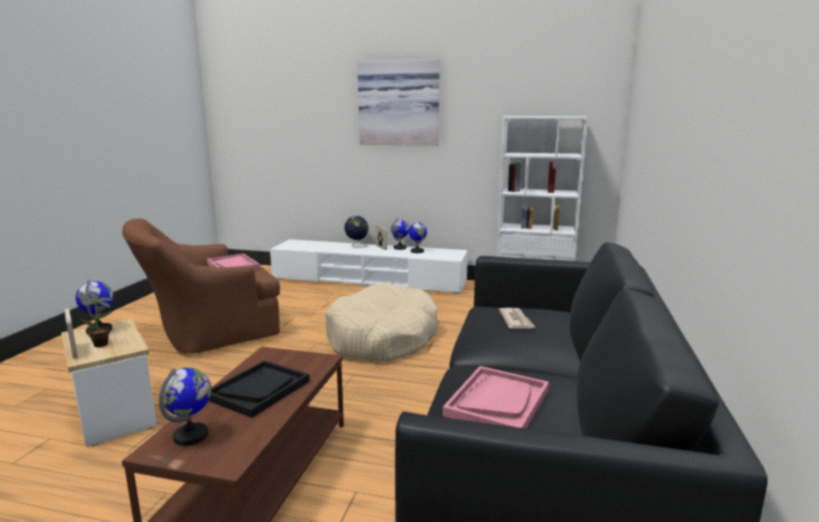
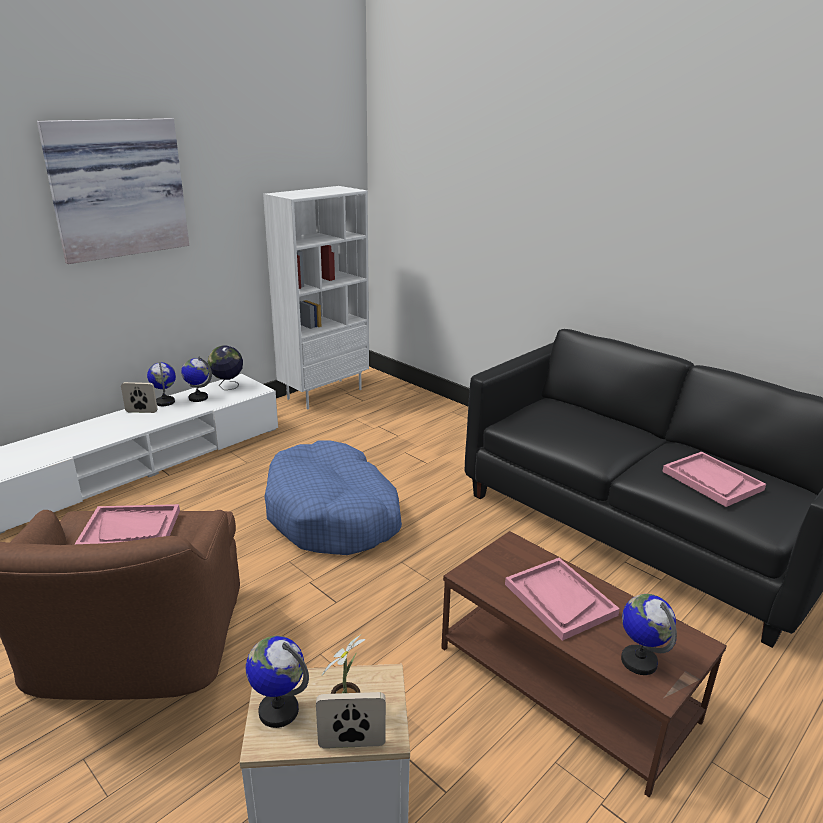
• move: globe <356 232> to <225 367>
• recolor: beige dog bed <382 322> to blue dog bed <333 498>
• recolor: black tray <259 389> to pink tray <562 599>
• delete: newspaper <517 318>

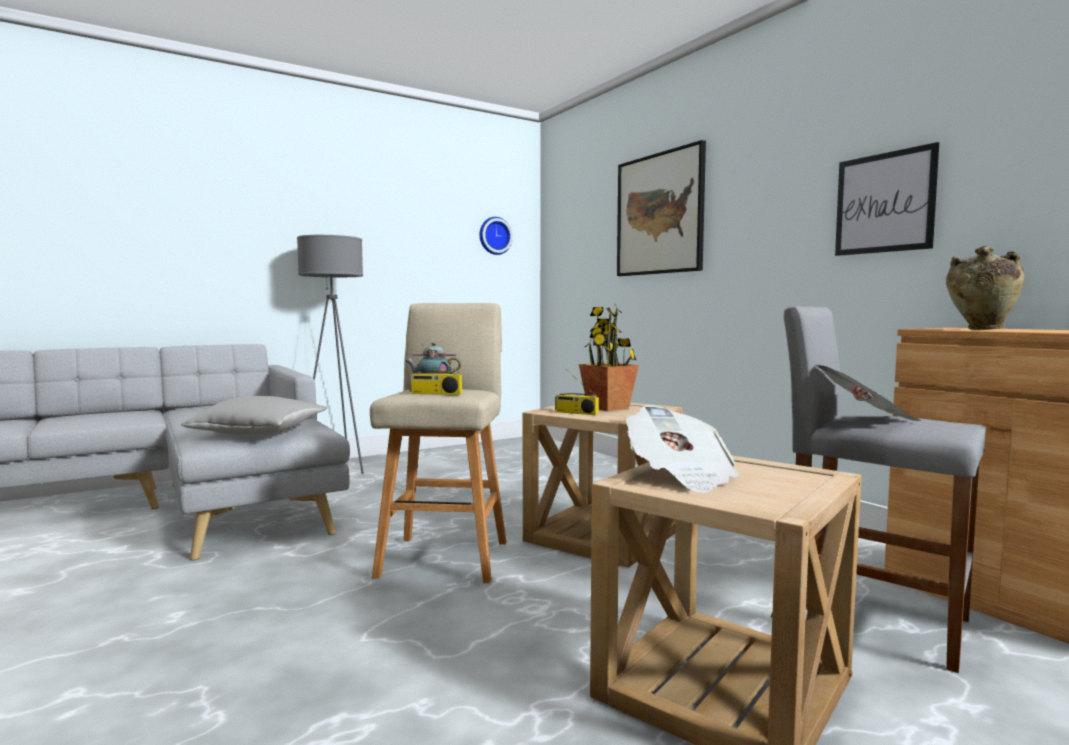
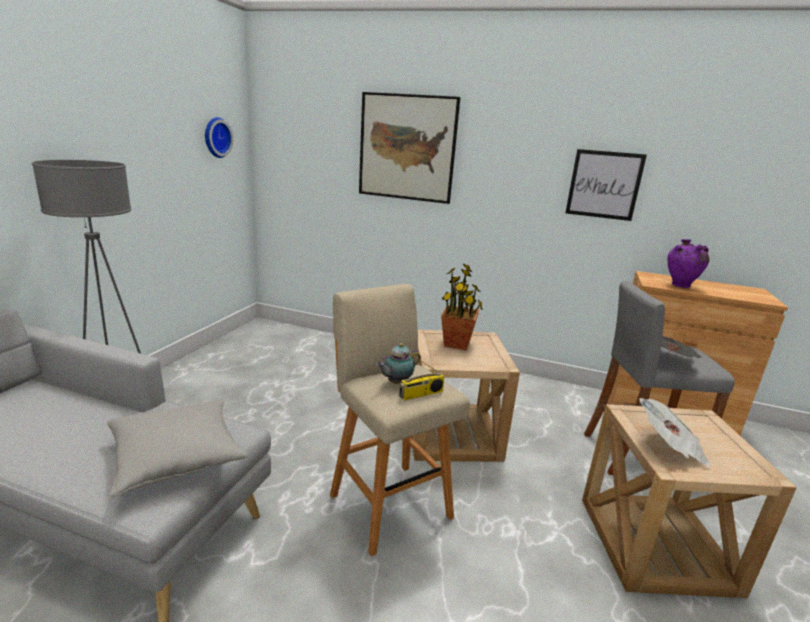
• recolor: beige vase <985 288> to purple vase <688 263>
• delete: radio <577 392>

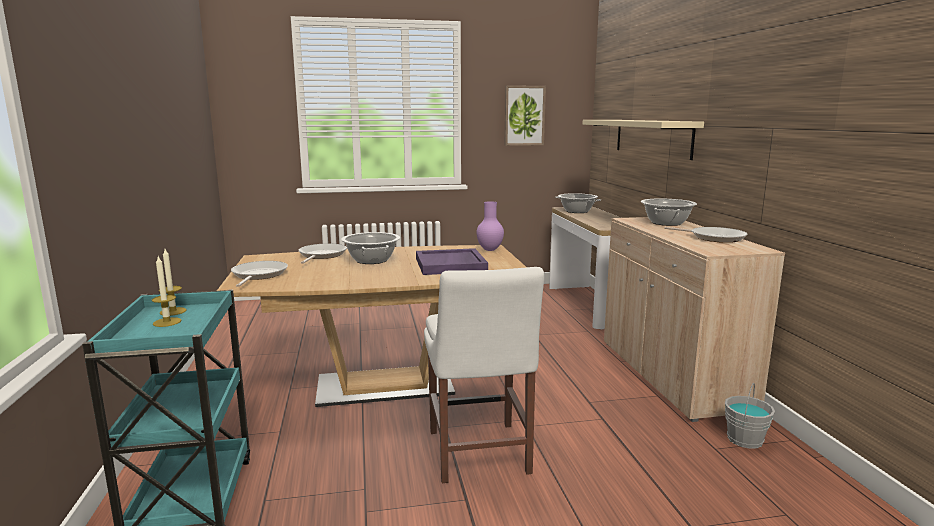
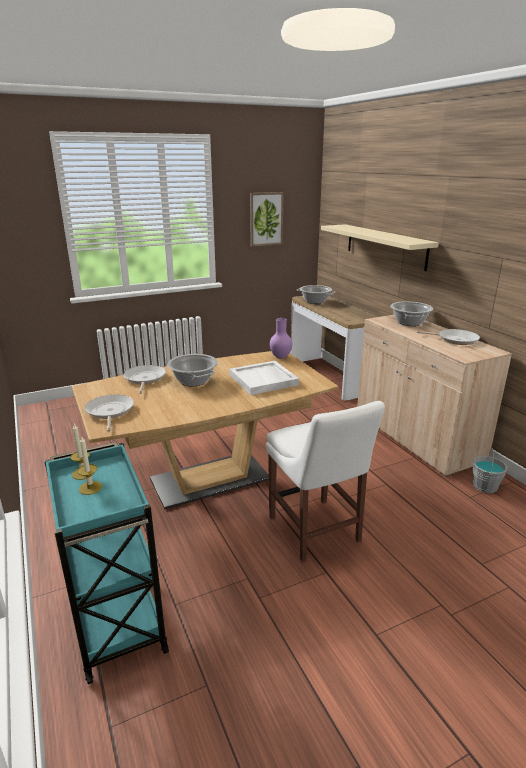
• recolor: purple tray <452 261> to white tray <264 378>

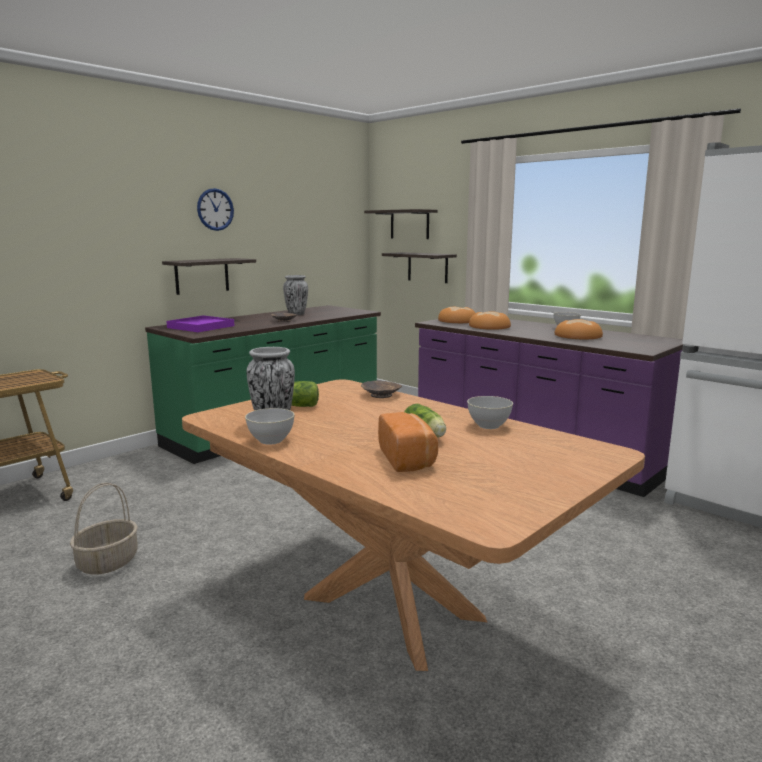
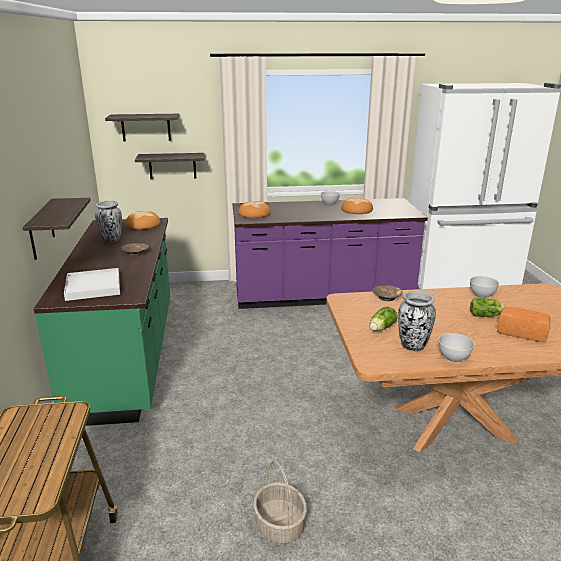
• recolor: purple tray <200 323> to white tray <92 284>
• move: bread <490 320> to <143 220>
• delete: wall clock <215 209>

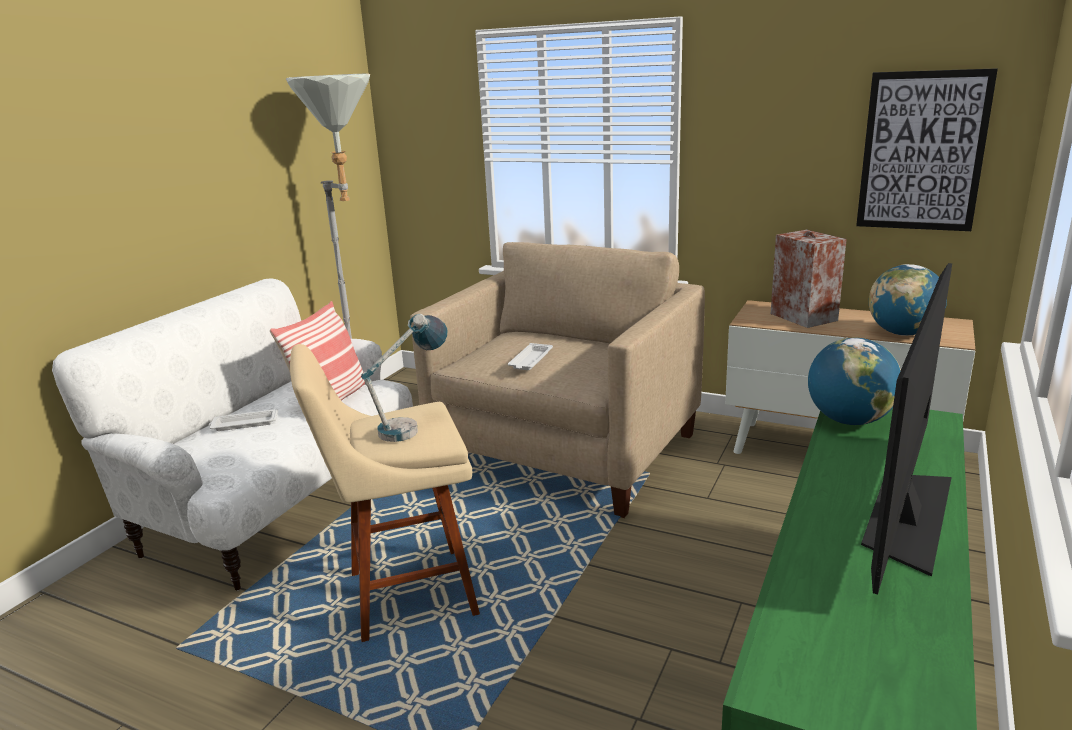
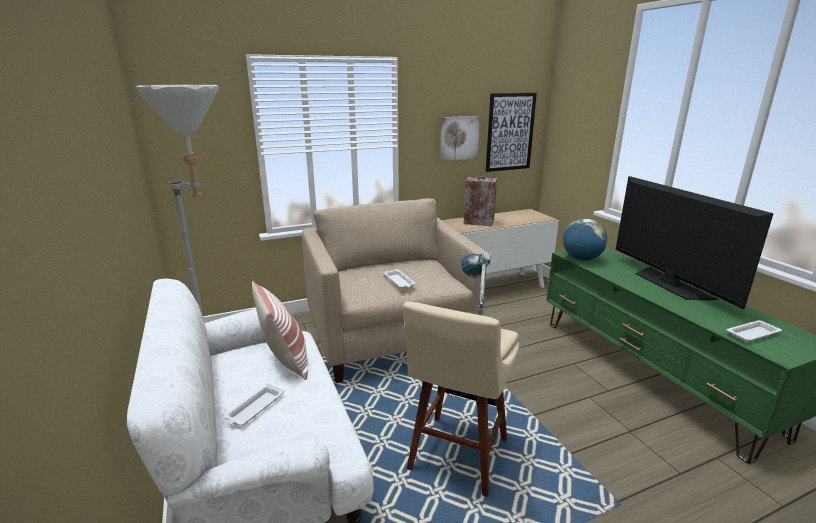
• insert: picture <460 138>
• insert: white tray <754 331>
• delete: globe <908 300>

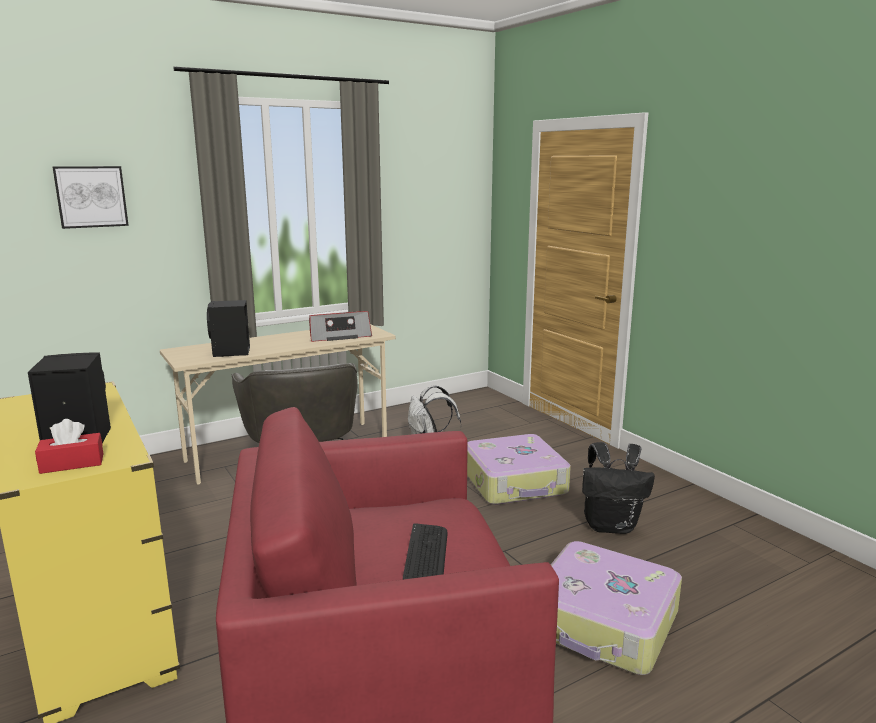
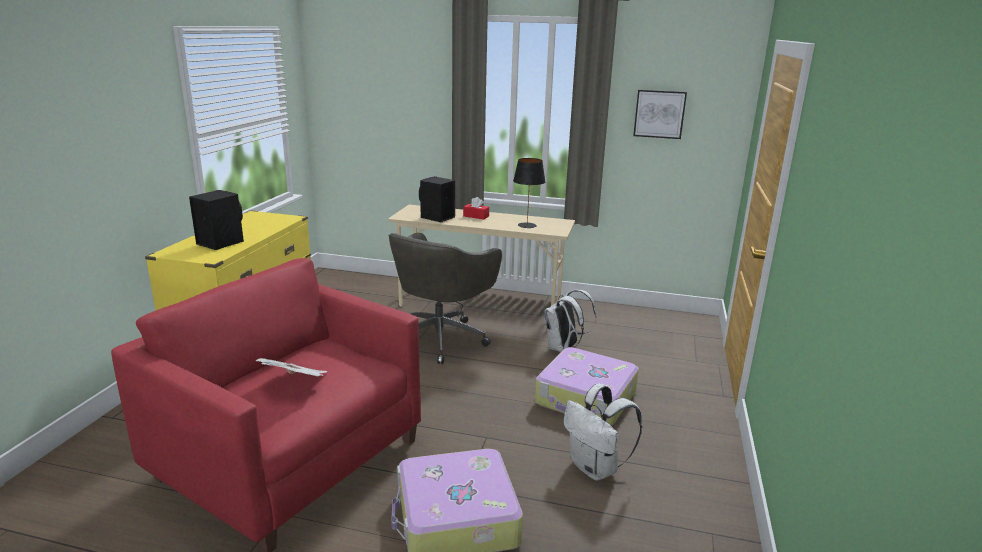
• replace: keyboard <425 551> to newspaper <292 367>
• move: red tissue box <69 446> to <476 208>
• replace: radio <340 326> to black table lamp <529 193>
• recolor: black backpack <618 488> to white backpack <603 432>
• move: picture <91 197> to <660 114>

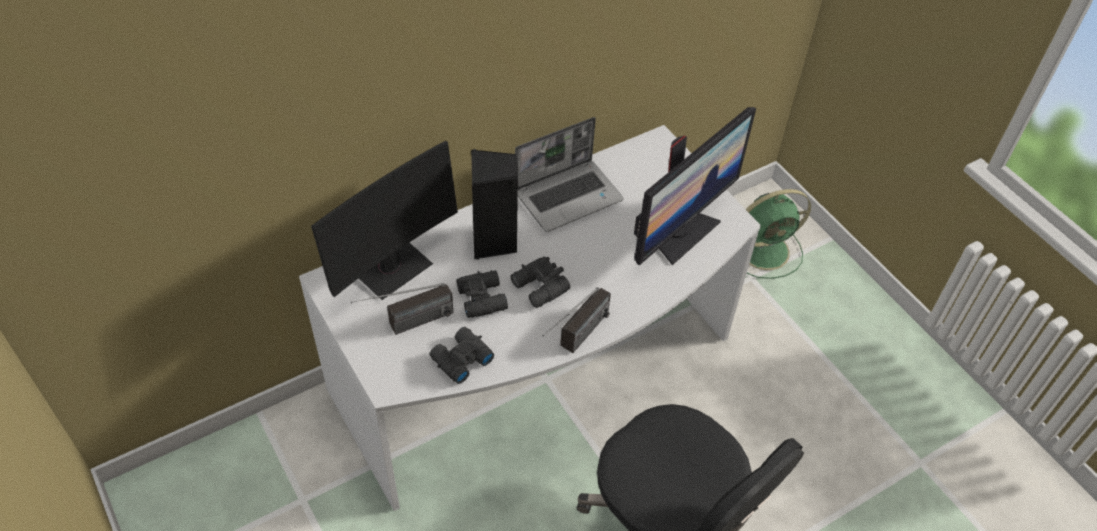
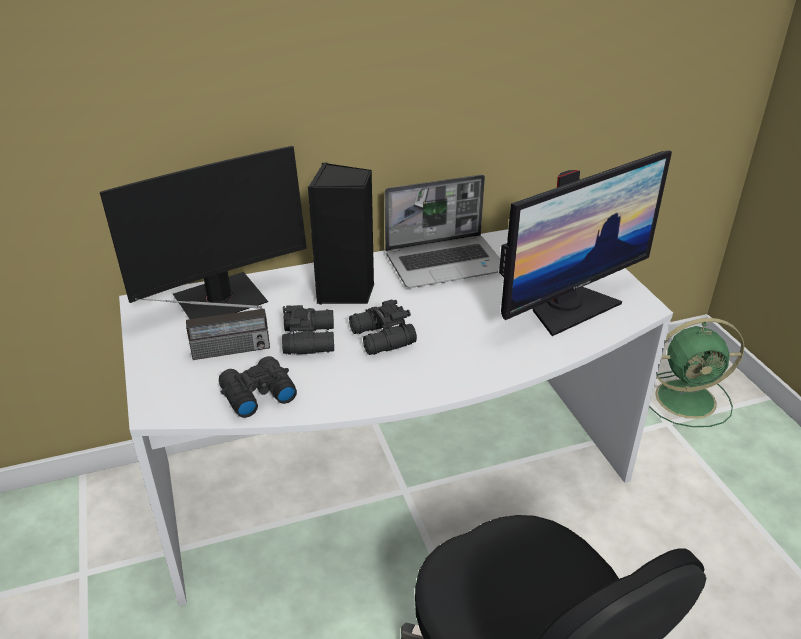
• delete: radio <576 320>

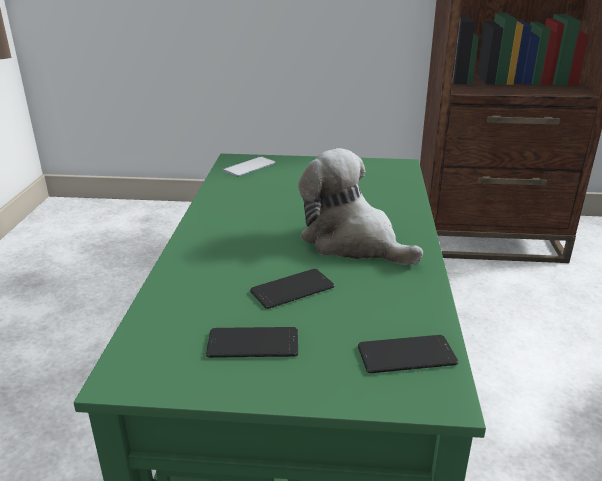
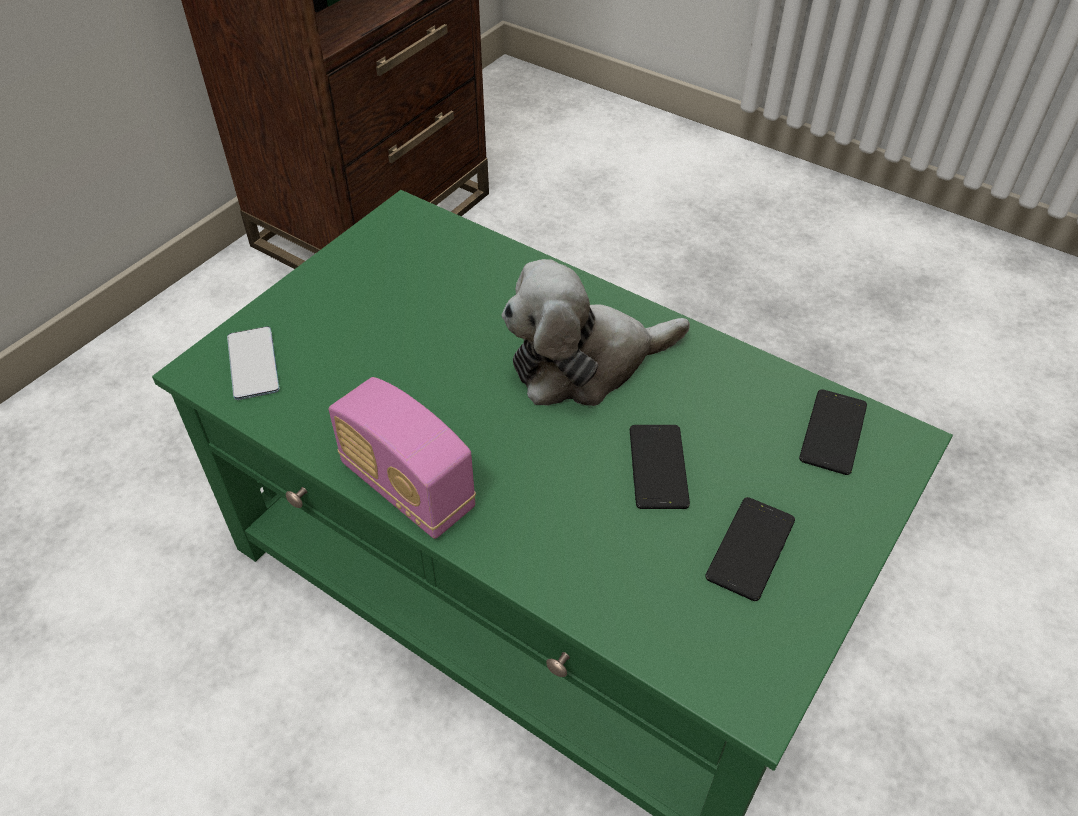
• insert: radio <402 458>

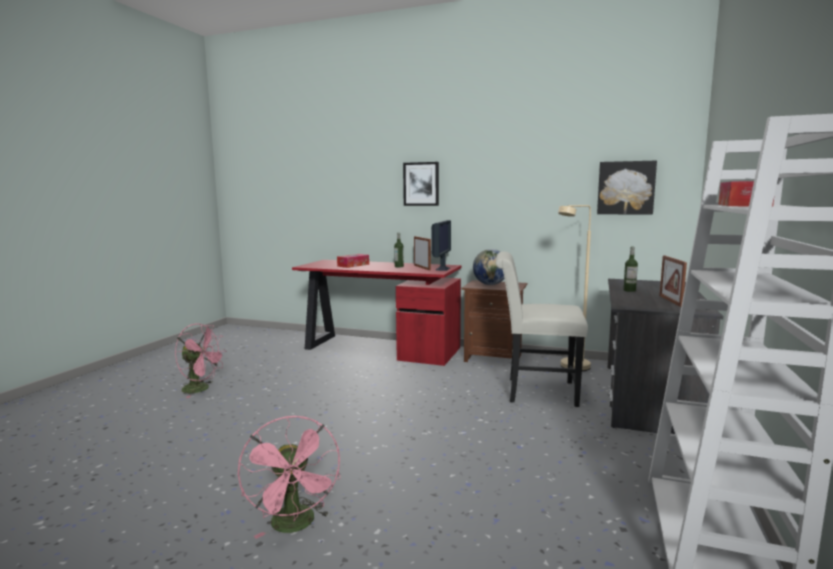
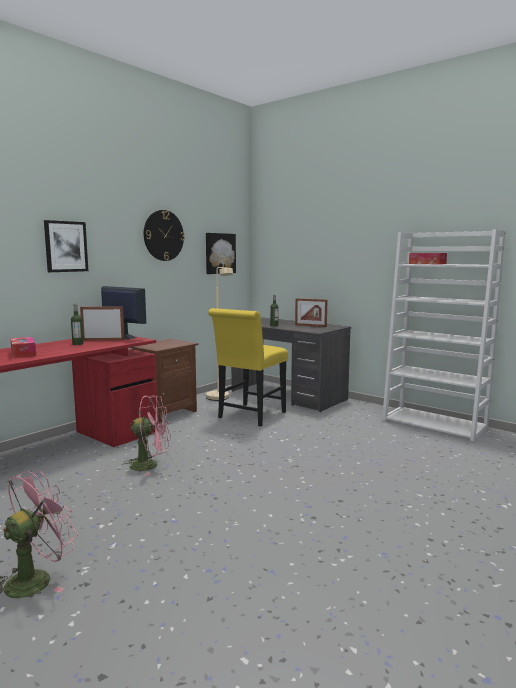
• move: pink fan <289 477> to <147 435>
• insert: wall clock <164 235>
• recolor: white chair <541 329> to yellow chair <248 367>
• delete: globe <488 267>

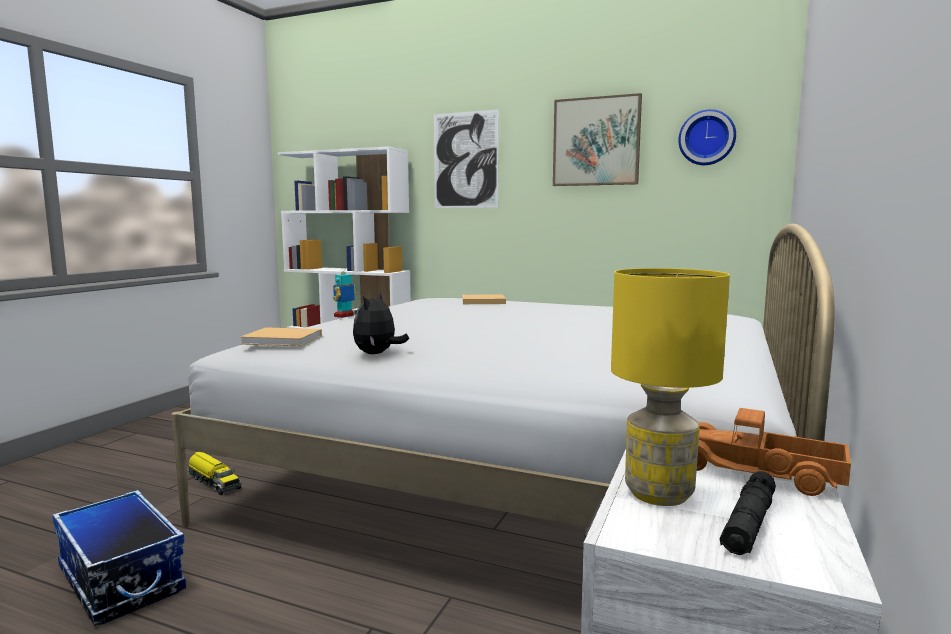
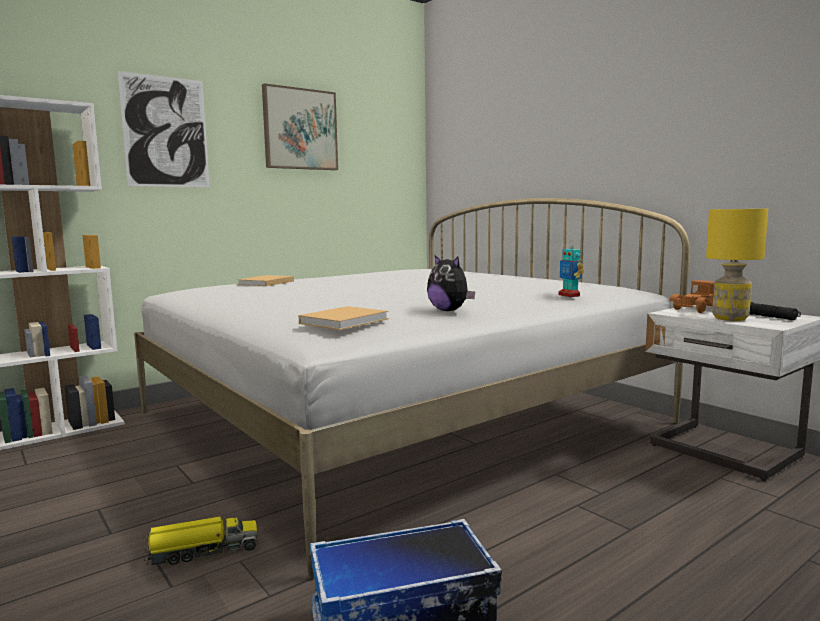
• move: toy robot <344 292> to <571 268>
• delete: wall clock <707 137>

